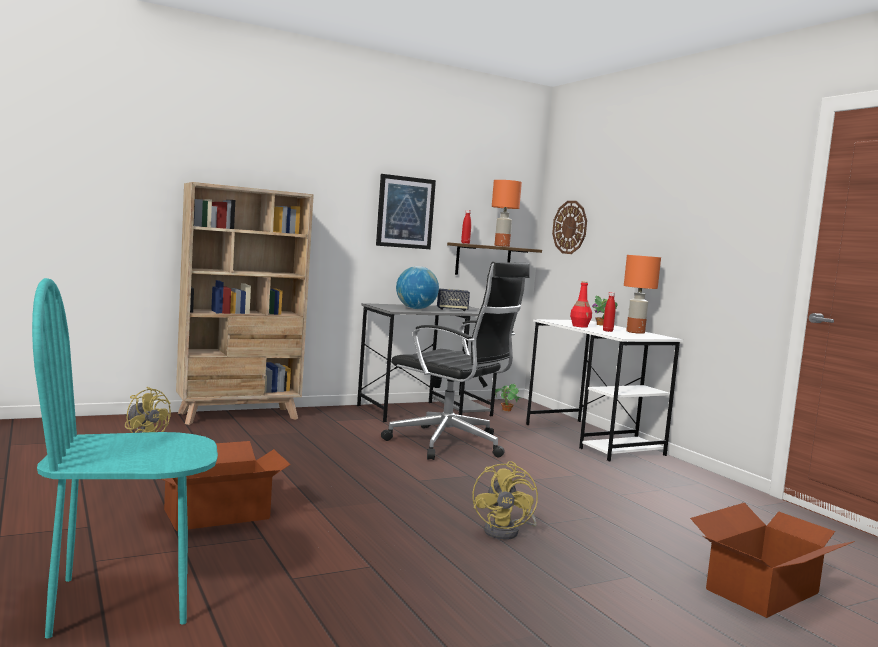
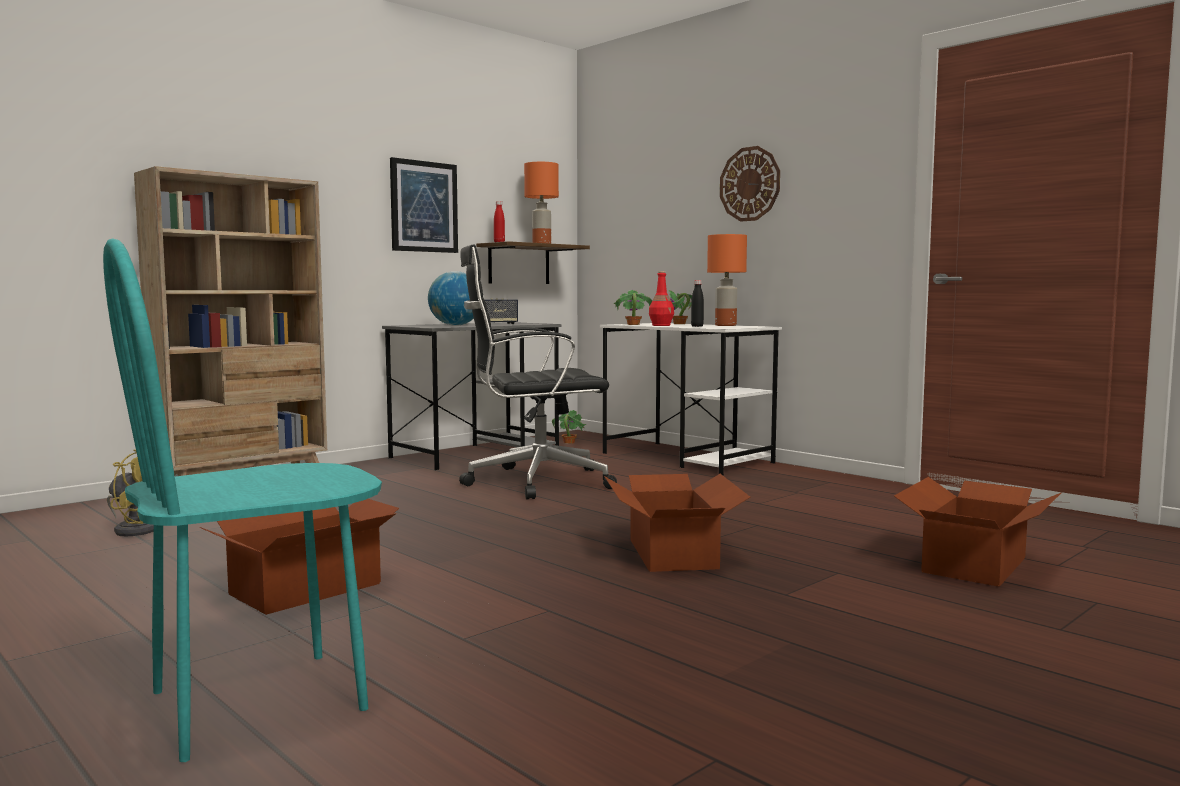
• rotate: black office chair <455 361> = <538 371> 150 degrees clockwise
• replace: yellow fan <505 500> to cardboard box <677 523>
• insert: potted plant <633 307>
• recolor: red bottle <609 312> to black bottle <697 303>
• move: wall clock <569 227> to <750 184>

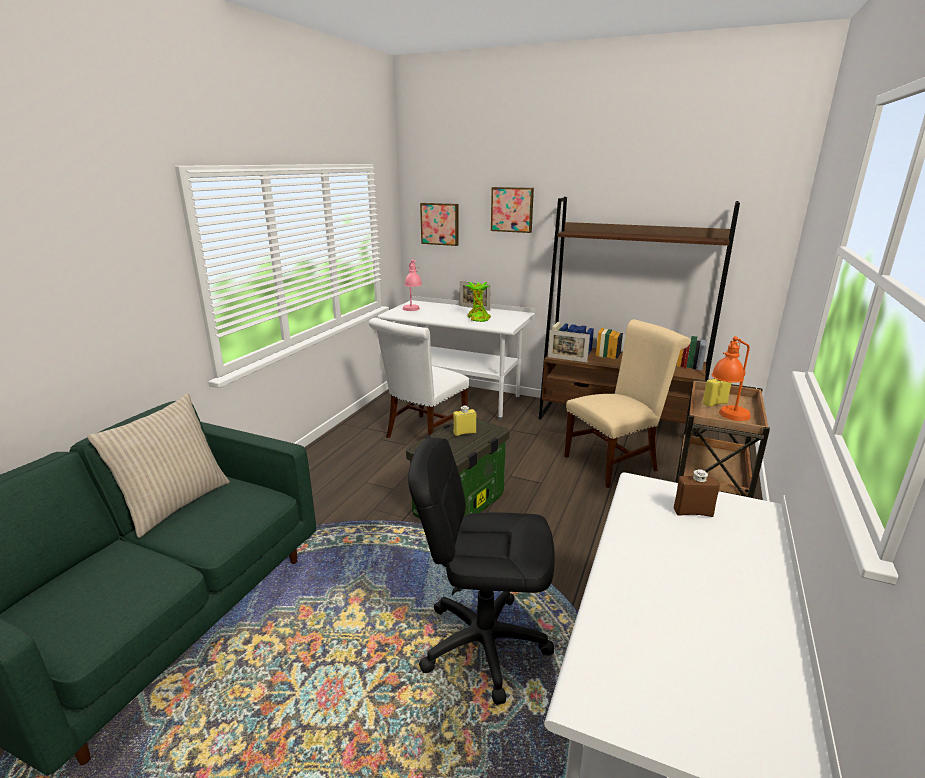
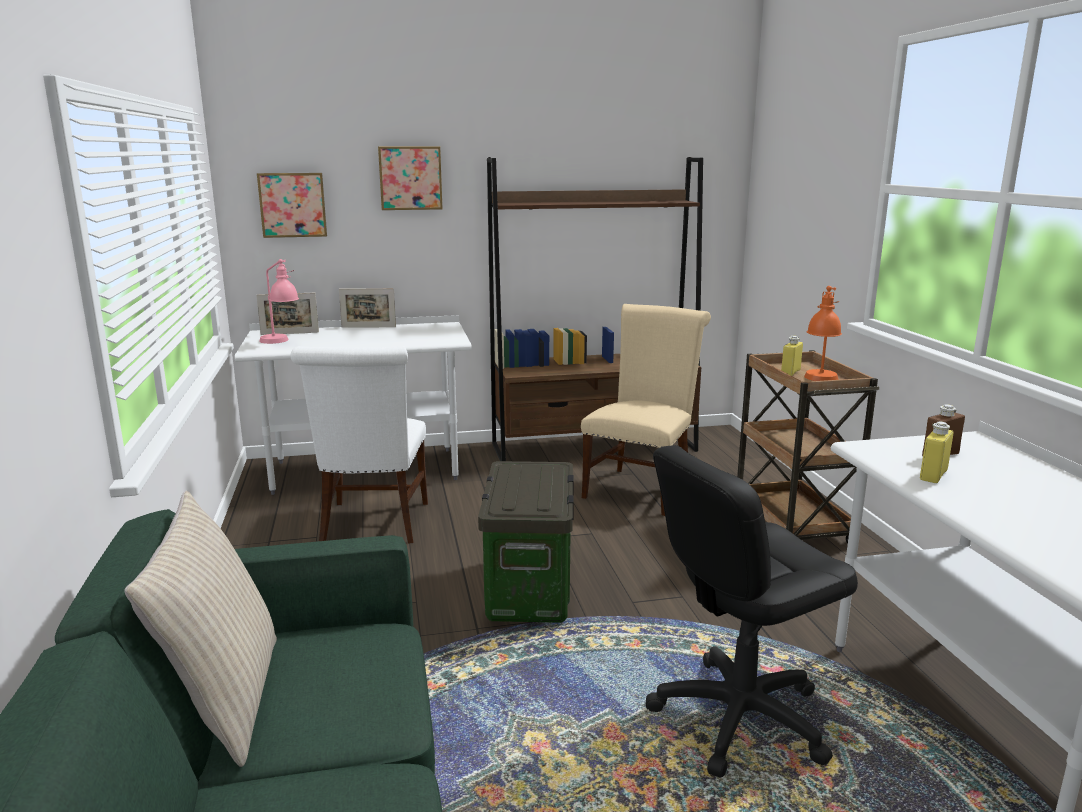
• move: picture frame <569 346> to <287 314>
• move: yellow bottle <464 420> to <937 452>
• delete: potted plant <478 302>

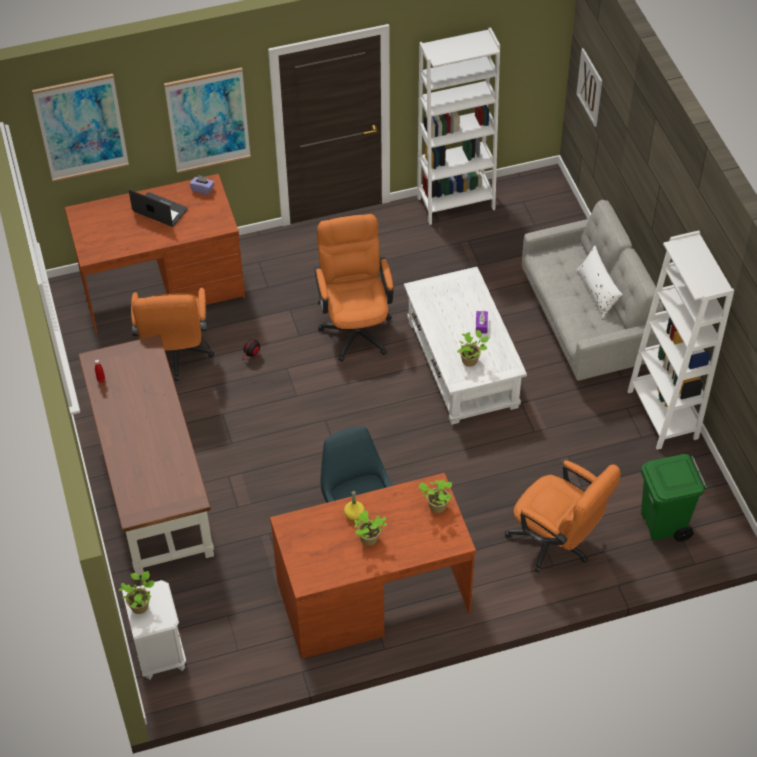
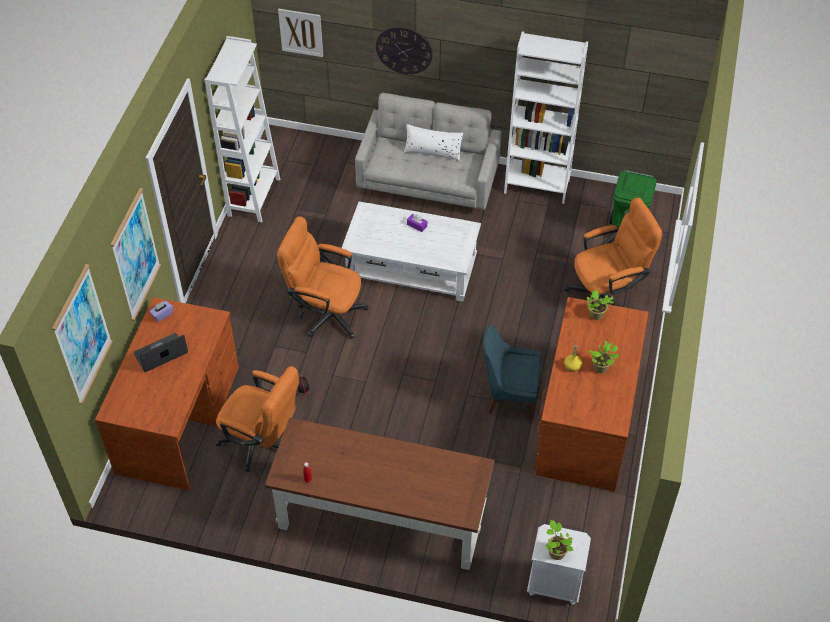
• insert: wall clock <404 50>
• delete: potted plant <473 348>

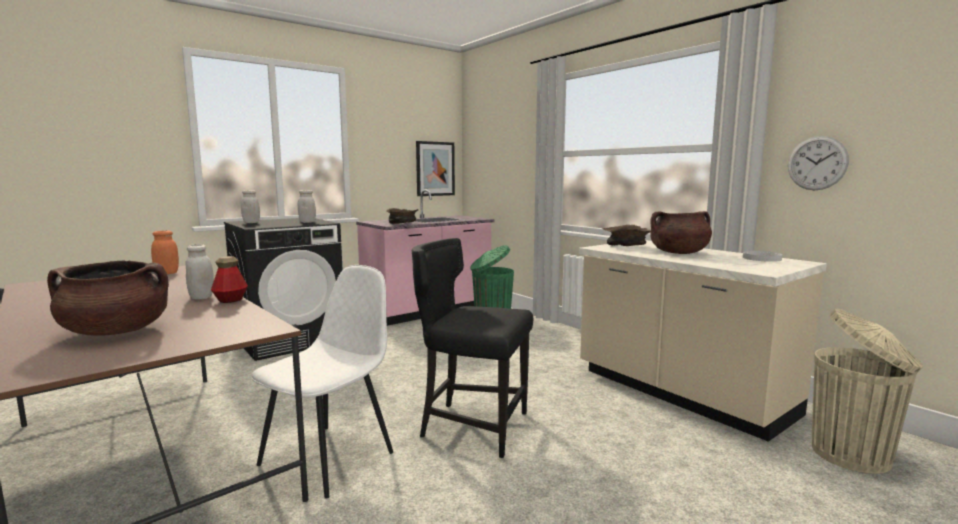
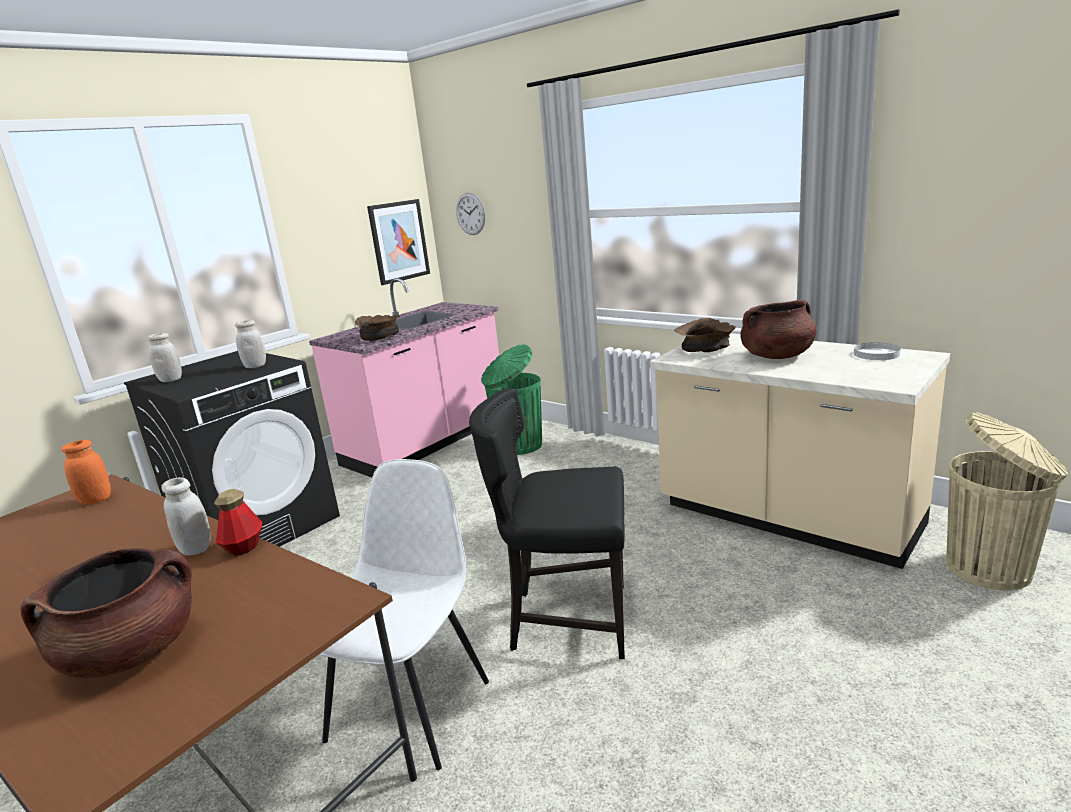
• move: wall clock <818 163> to <471 214>

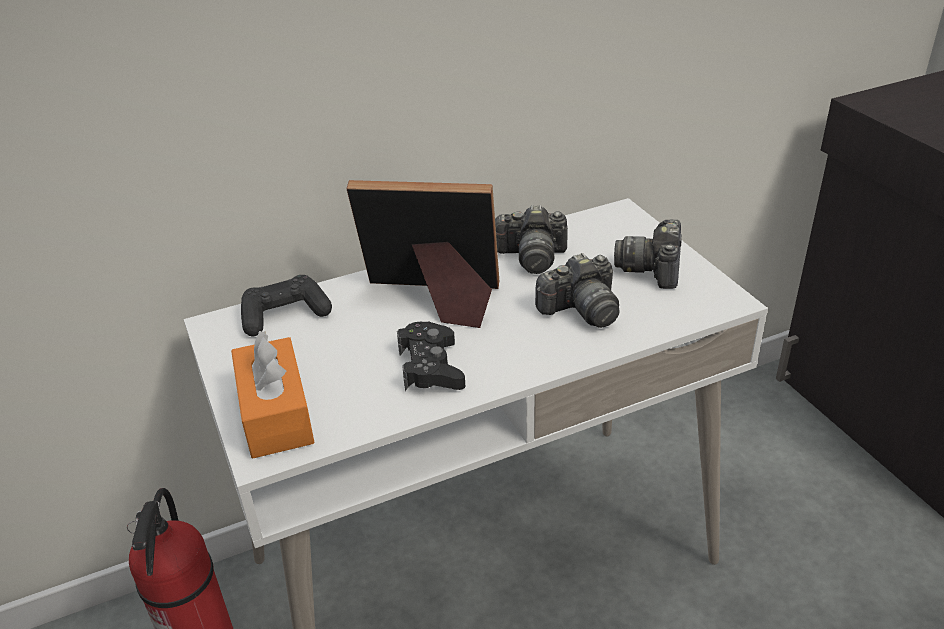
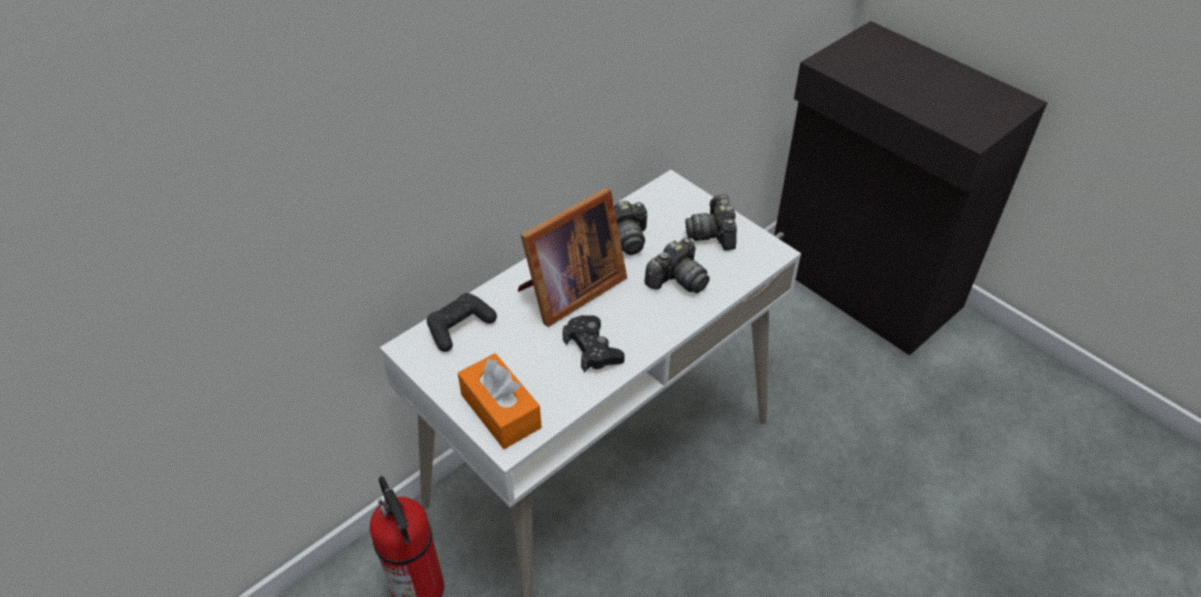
• rotate: picture frame <422 254> = <572 257> 150 degrees clockwise

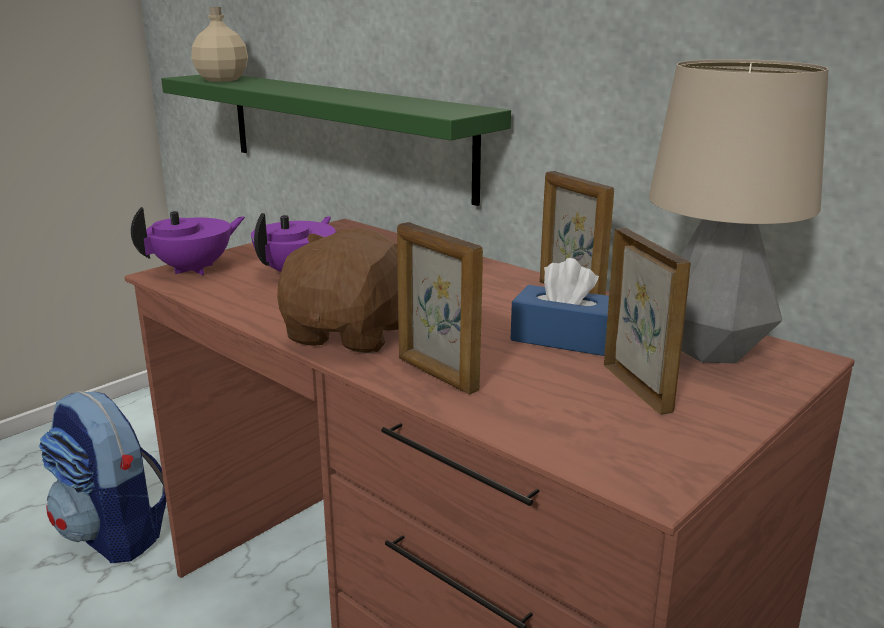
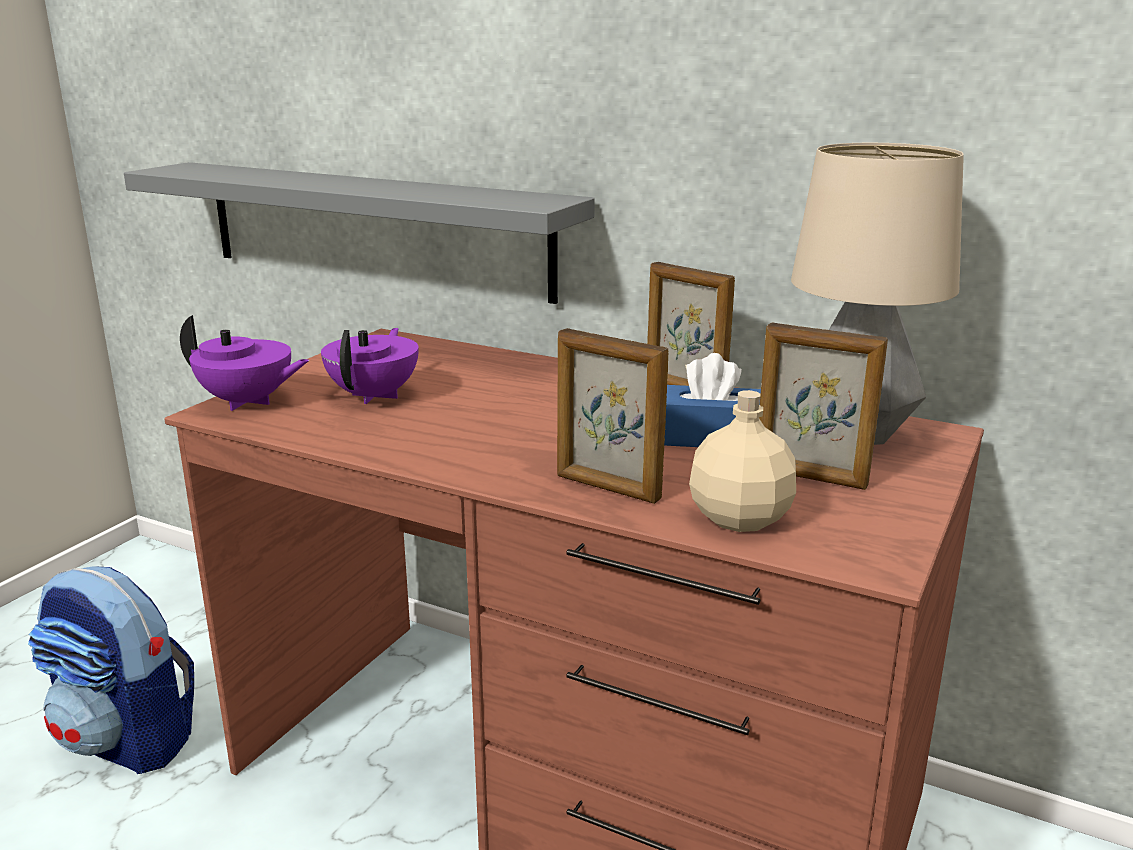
• recolor: green shelf <336 140> to grey shelf <359 233>
• rotate: purple teapot <188 241> = <244 363> 75 degrees clockwise
• move: beige bottle <220 44> to <742 461>
• rotate: picture frame <647 321> = <823 406> 150 degrees clockwise
• delete: brown plush toy <337 290>

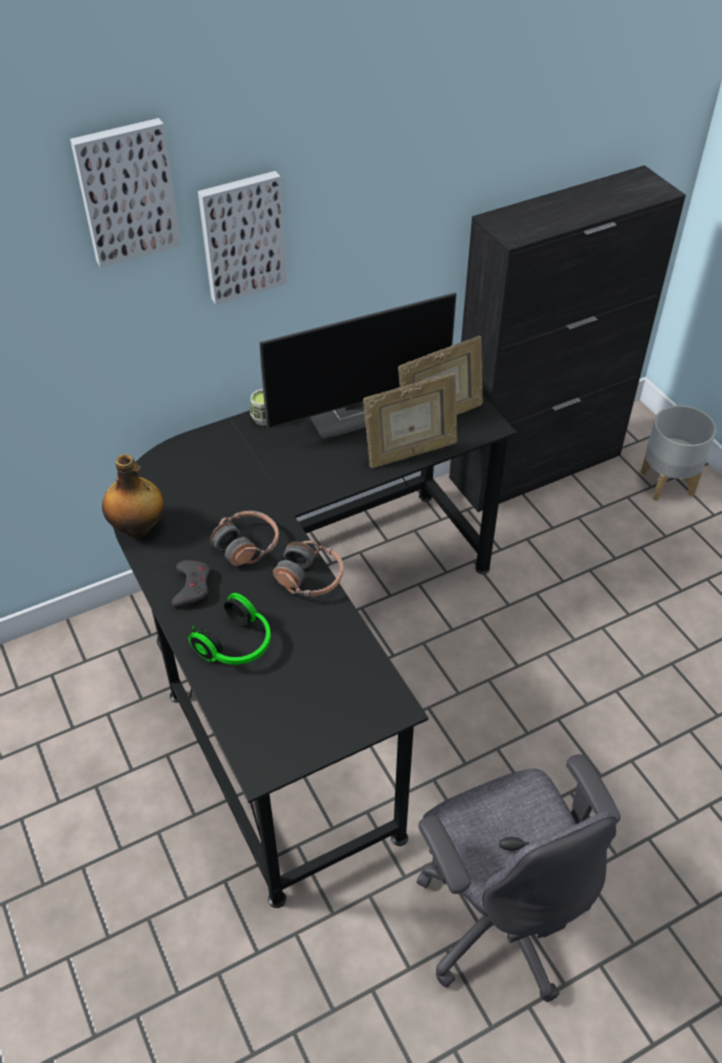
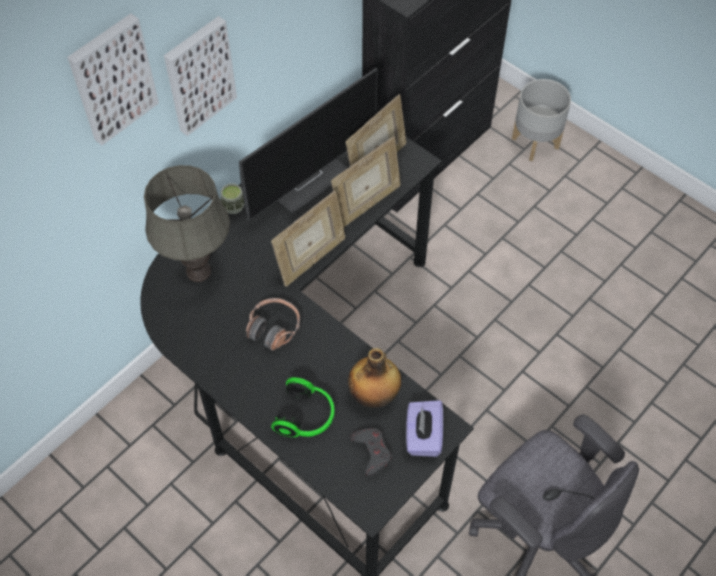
• insert: grey table lamp <187 223>
• insert: picture frame <308 239>
• move: bottle <133 496> to <374 378>
• move: grey game controller <191 584> to <370 452>
• insert: purple tissue box <424 428>
• delete: headphones <308 568>

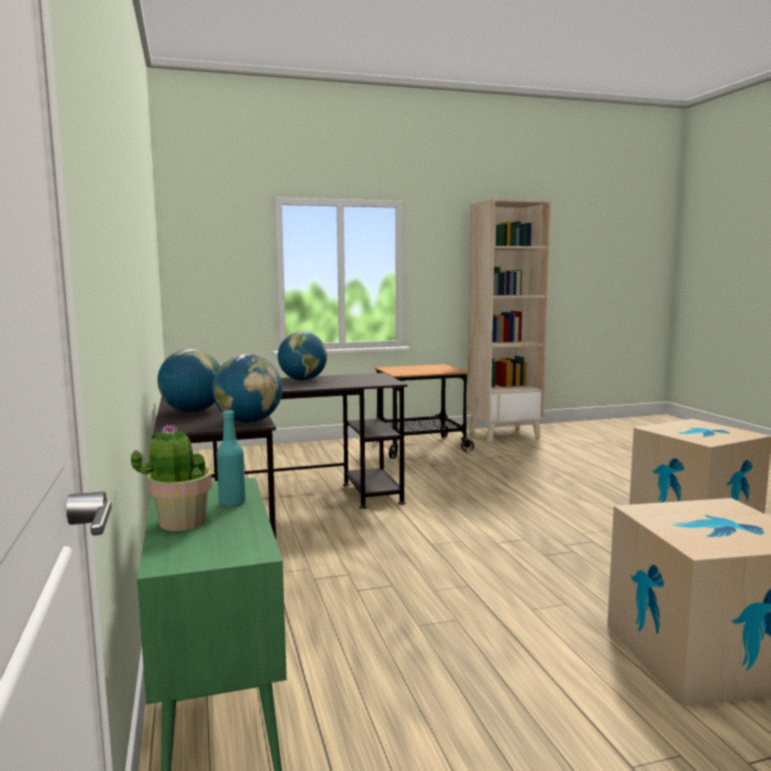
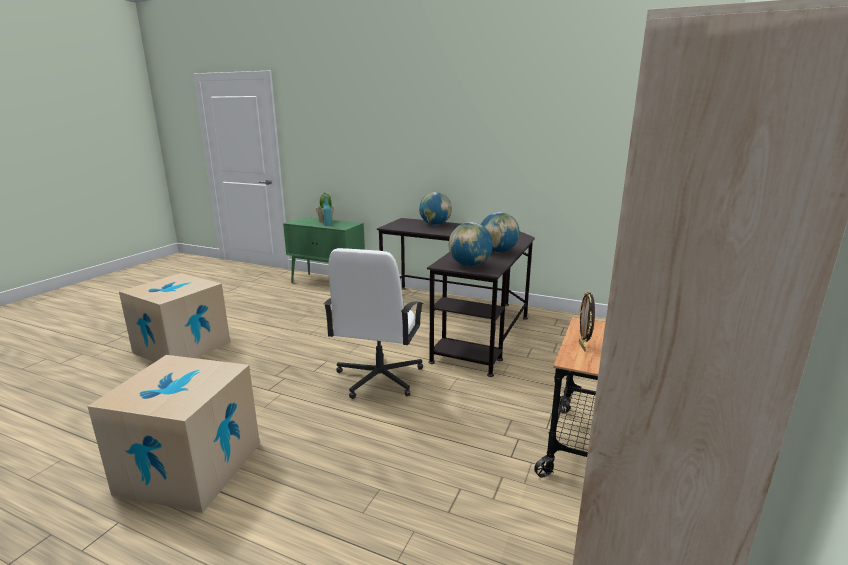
• insert: white office chair <373 323>
• move: globe <247 388> to <471 244>
• insert: picture frame <587 321>

